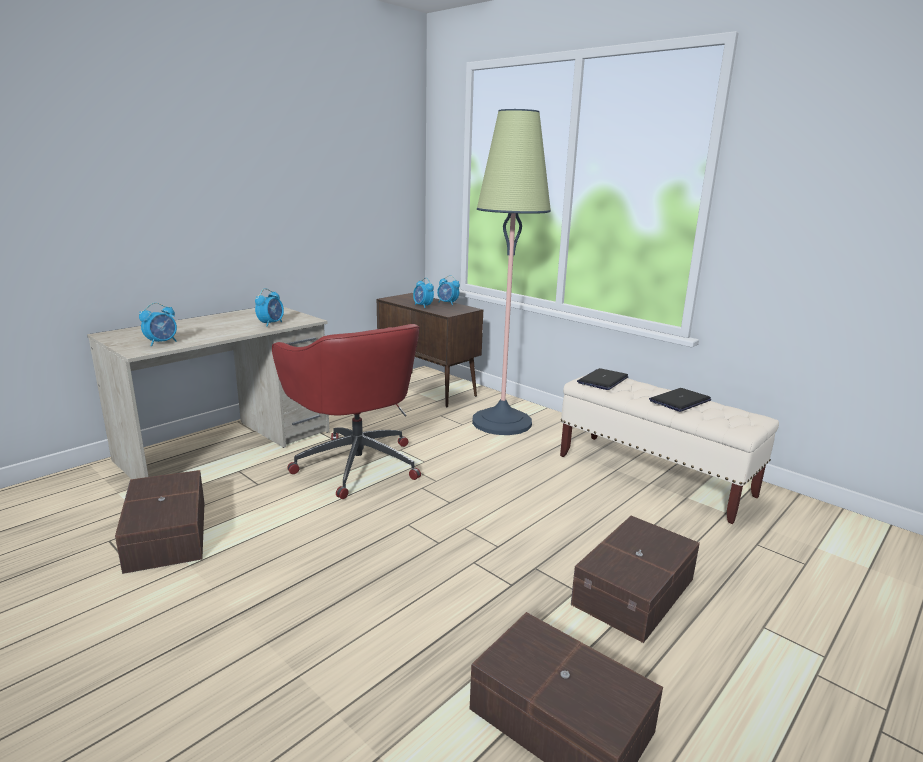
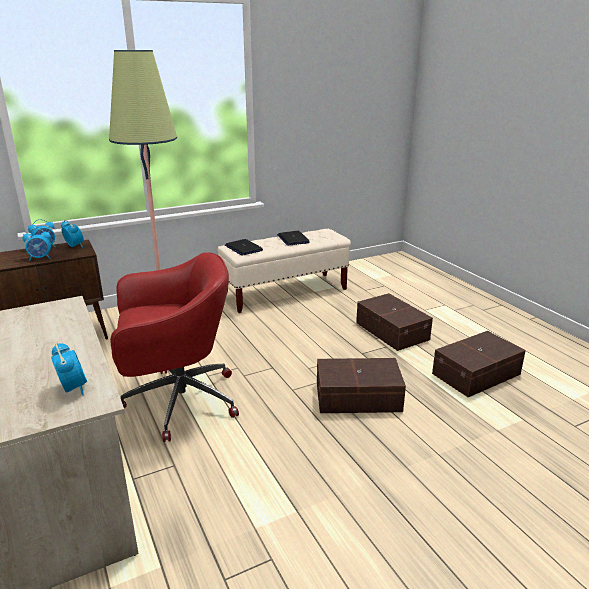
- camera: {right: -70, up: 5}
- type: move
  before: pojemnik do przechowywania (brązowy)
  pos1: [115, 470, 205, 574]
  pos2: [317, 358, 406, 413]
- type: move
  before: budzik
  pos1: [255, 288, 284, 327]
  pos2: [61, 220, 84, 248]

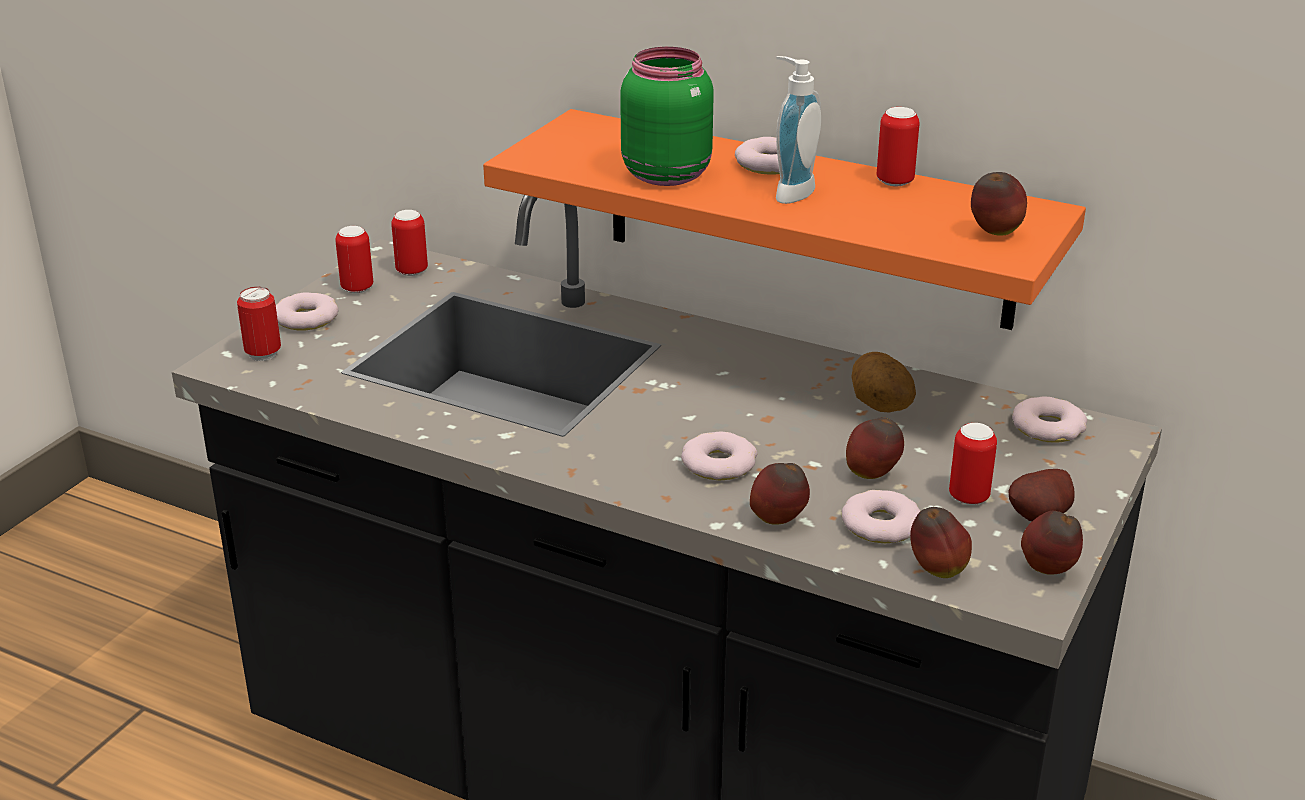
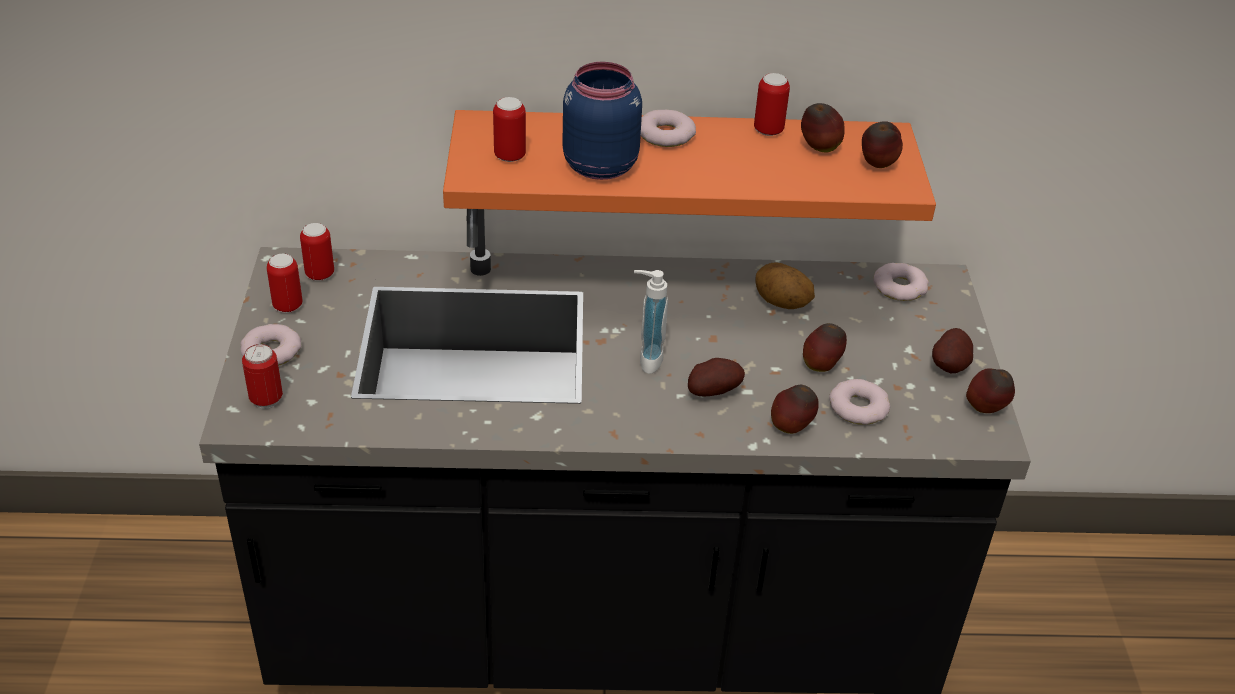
- camera: {right: -30, up: 10}
- type: move
  before: dozownik mydła
  pos1: [776, 56, 821, 204]
  pos2: [634, 270, 668, 374]
- type: move
  before: jabłko
  pos1: [910, 507, 972, 578]
  pos2: [801, 103, 845, 153]
- type: move
  before: puszka
  pos1: [949, 423, 997, 505]
  pos2: [493, 97, 526, 162]
- type: replace
  before: donut
  after: ziemniak
  pos1: [681, 432, 757, 480]
  pos2: [688, 358, 745, 397]
- type: recolor
  before: słoik (zielony)
  after: słoik (niebieski)
  pos1: [620, 47, 714, 186]
  pos2: [562, 62, 642, 180]

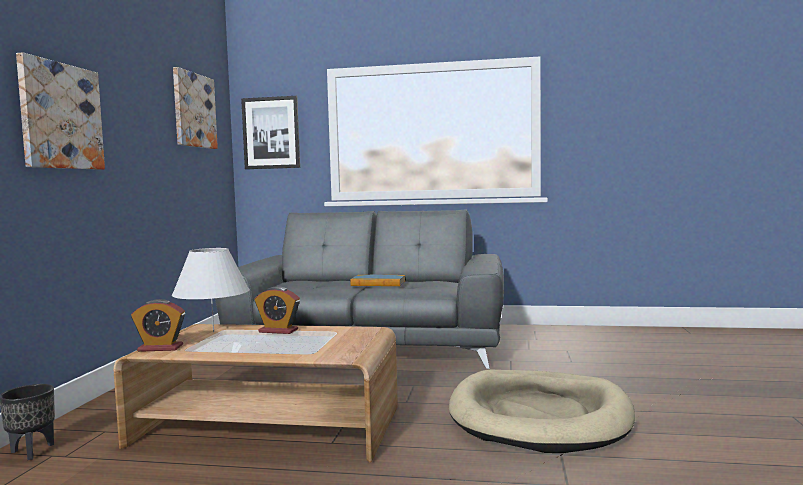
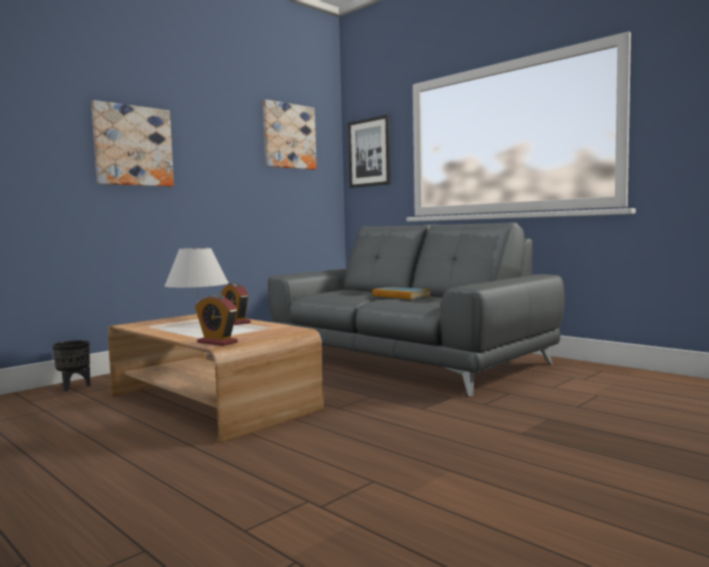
- camera: {right: 35, up: 0}
- type: delete
  before: legowisko (beżowy)
  pos1: [449, 370, 635, 453]
- type: move
  before: budzik
  pos1: [131, 299, 185, 352]
  pos2: [195, 294, 238, 346]

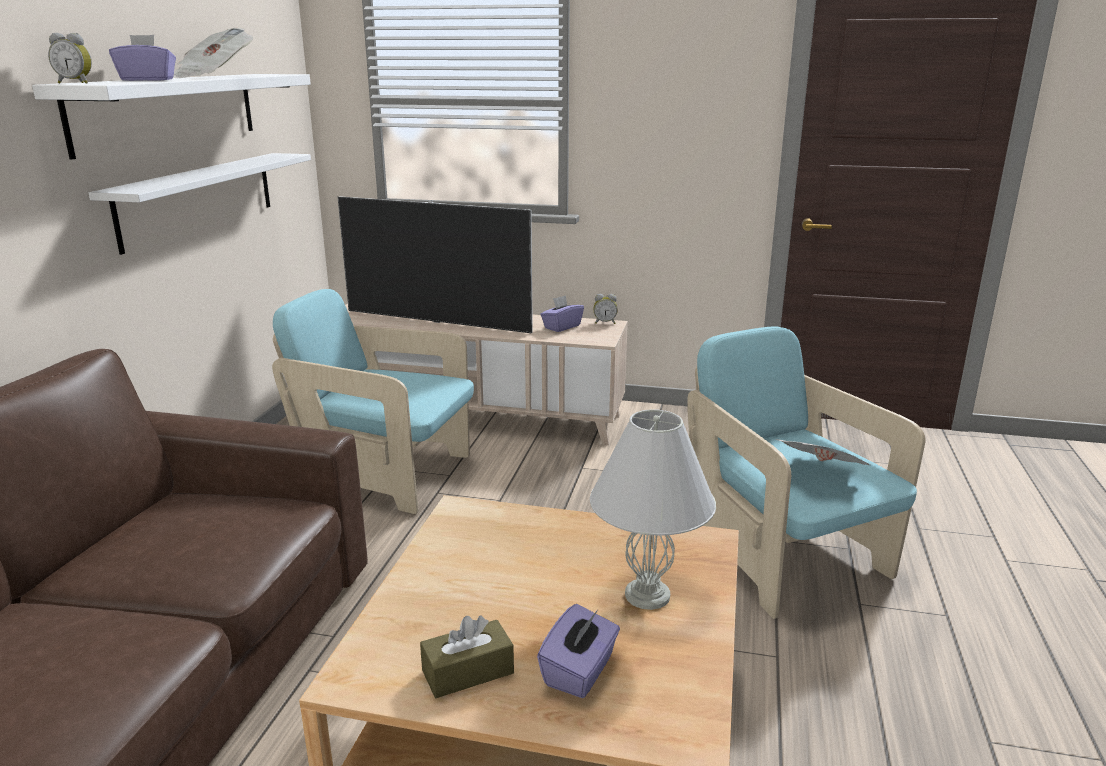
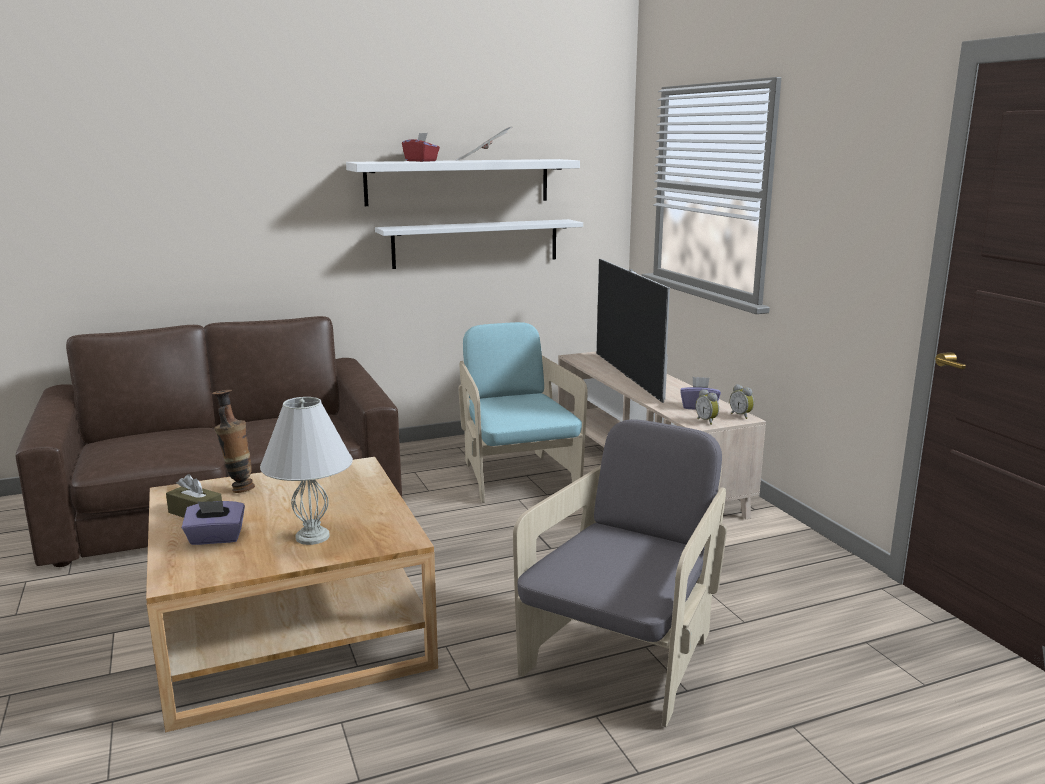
- camera: {right: 55, up: -5}
- type: delete
  before: gazeta
  pos1: [776, 439, 871, 466]
- type: insert
  after: wazon
  pos2: [212, 390, 255, 493]
- type: move
  before: budzik
  pos1: [48, 33, 92, 84]
  pos2: [696, 389, 719, 425]
- type: recolor
  before: pudełko chusteczek (fioletowy)
  after: pudełko chusteczek (czerwony)
  pos1: [109, 35, 176, 81]
  pos2: [402, 133, 440, 162]
- type: recolor
  before: fotel (turkusowy)
  after: fotel (szary)
  pos1: [687, 327, 925, 619]
  pos2: [513, 419, 727, 727]

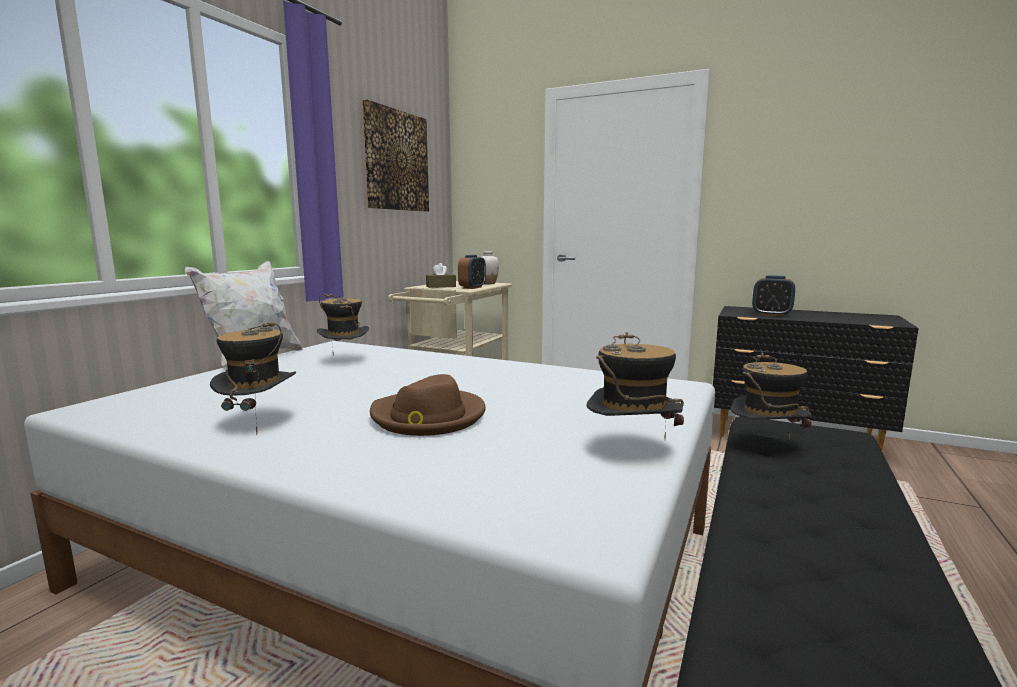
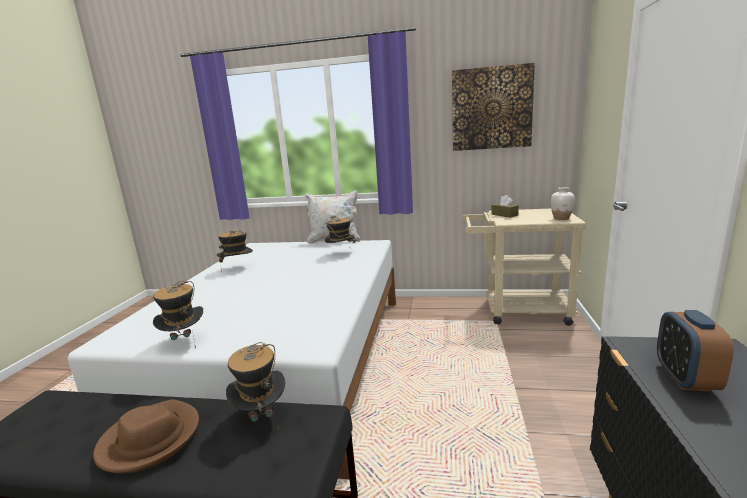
- camera: {right: 75, up: 5}
- type: delete
  before: budzik
  pos1: [458, 255, 486, 289]
- type: move
  before: kapelusz (brązowy)
  pos1: [370, 374, 486, 436]
  pos2: [93, 399, 199, 473]

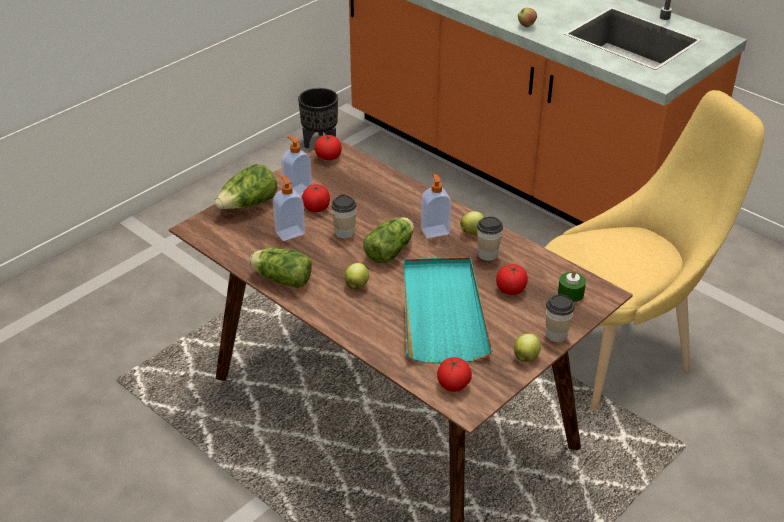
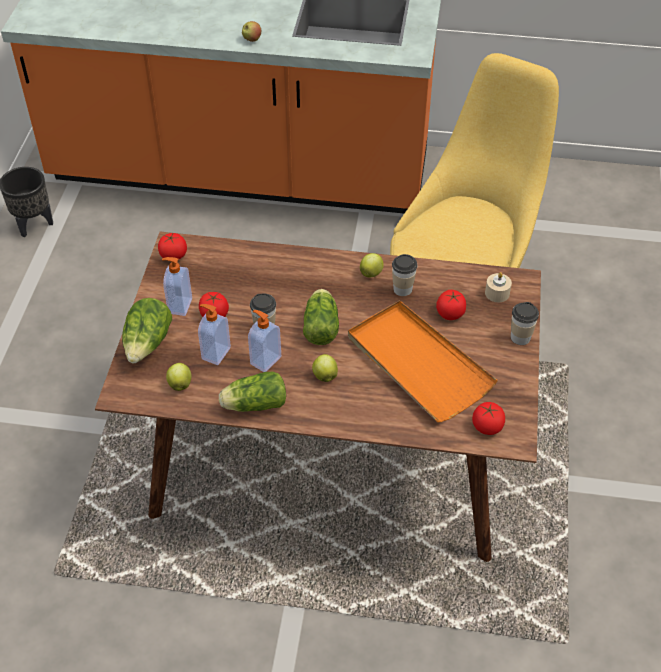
- camera: {right: -35, up: 10}
- type: move
  before: dozownik mydła
  pos1: [421, 174, 451, 238]
  pos2: [248, 310, 281, 372]
- type: move
  before: jabłko
  pos1: [514, 334, 541, 362]
  pos2: [166, 363, 191, 391]
- type: recolor
  before: taca (turkusowy)
  after: taca (pomarańczowy)
  pos1: [404, 257, 493, 363]
  pos2: [348, 300, 498, 422]
- type: recolor
  before: świeca (zielony)
  after: świeca (beżowy)
  pos1: [558, 269, 586, 302]
  pos2: [485, 272, 512, 302]

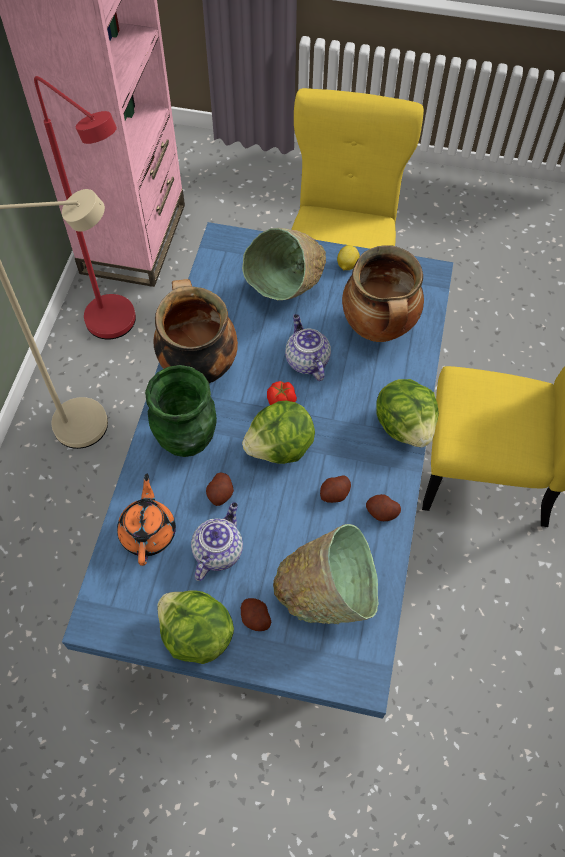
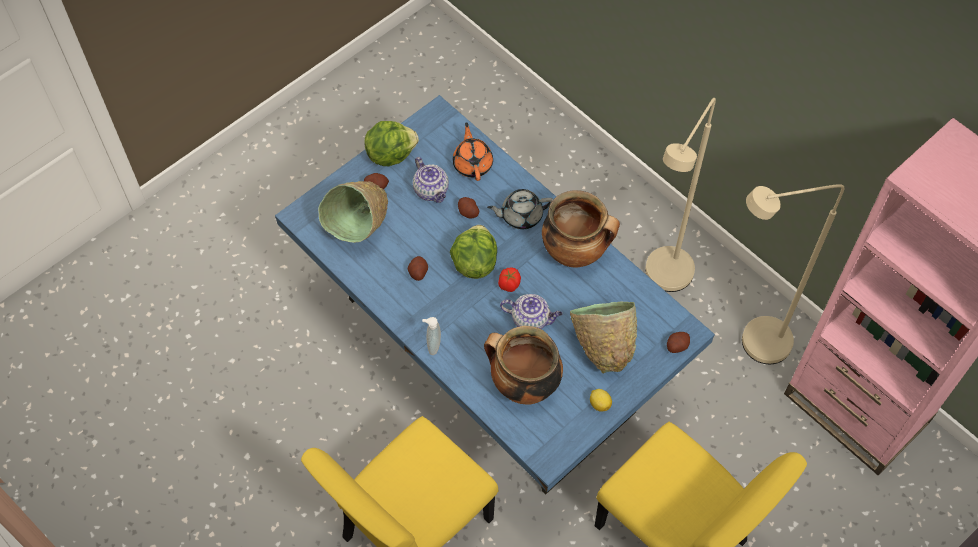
- camera: {right: 125, up: 0}
- type: move
  before: ziemniak
  pos1: [366, 494, 401, 521]
  pos2: [667, 332, 690, 353]
- type: replace
  before: wazon (zielony)
  after: imbryk (szary)
  pos1: [145, 365, 217, 457]
  pos2: [487, 189, 553, 229]
- type: replace
  before: sałata
  after: dozownik mydła
  pos1: [376, 379, 439, 447]
  pos2: [422, 317, 441, 355]
- type: recolor
  before: lampa stojąca (czerwony)
  after: lampa stojąca (beżowy)
  pos1: [34, 76, 136, 340]
  pos2: [742, 184, 844, 364]
- type: rotate
  before: imbryk (pomarańczowy)
  pos1: [117, 474, 176, 566]
  pos2: [453, 122, 493, 181]
  turn: -135

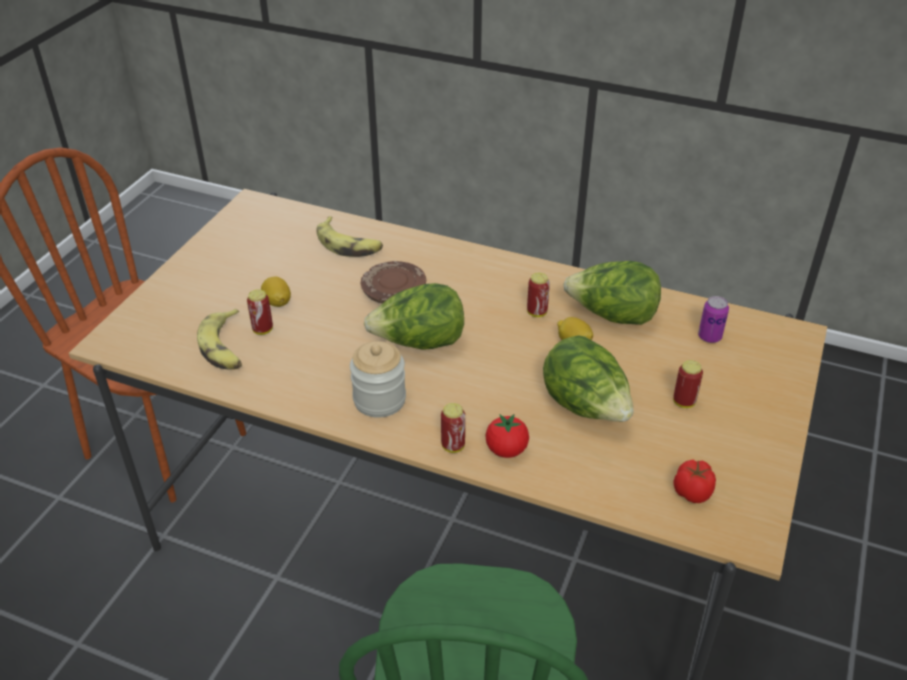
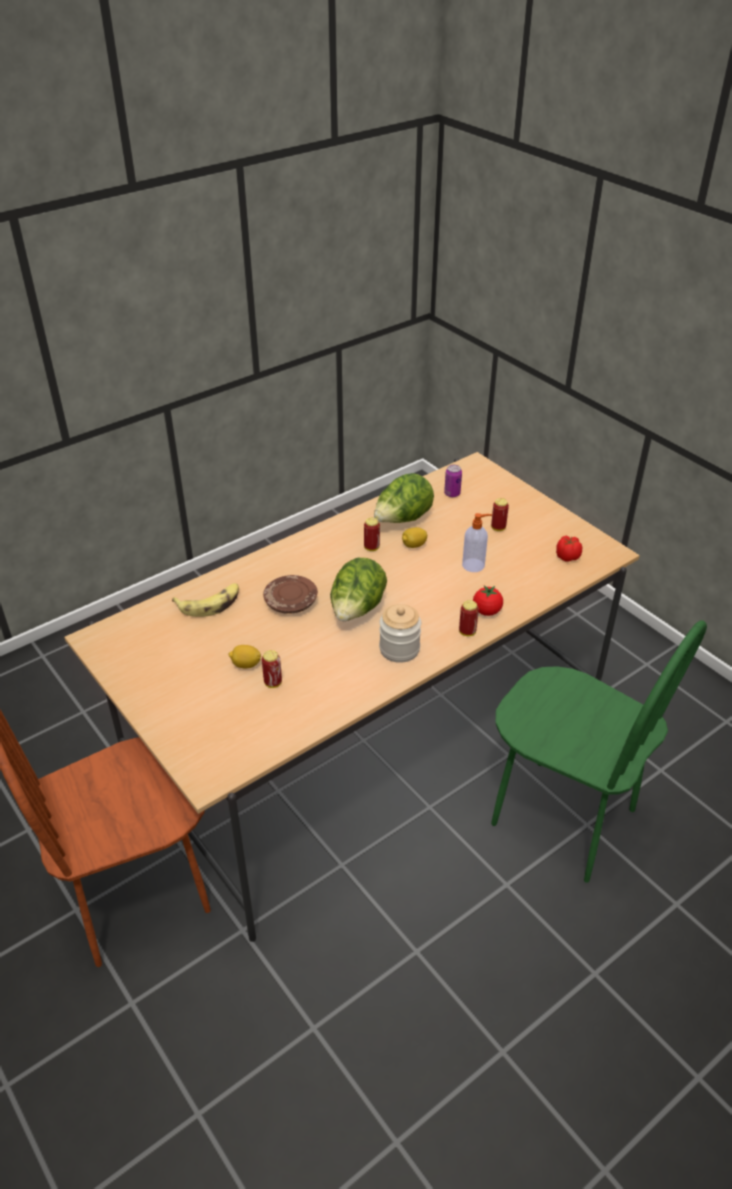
- camera: {right: -60, up: 0}
- type: delete
  before: banan
  pos1: [197, 309, 242, 370]
- type: replace
  before: sałata
  after: dozownik mydła
  pos1: [543, 336, 633, 422]
  pos2: [462, 513, 492, 572]

